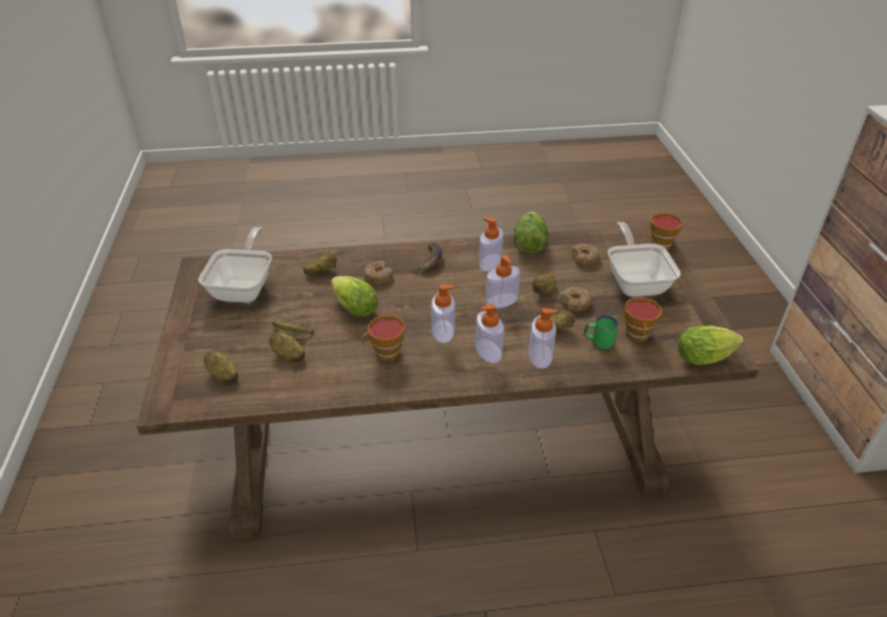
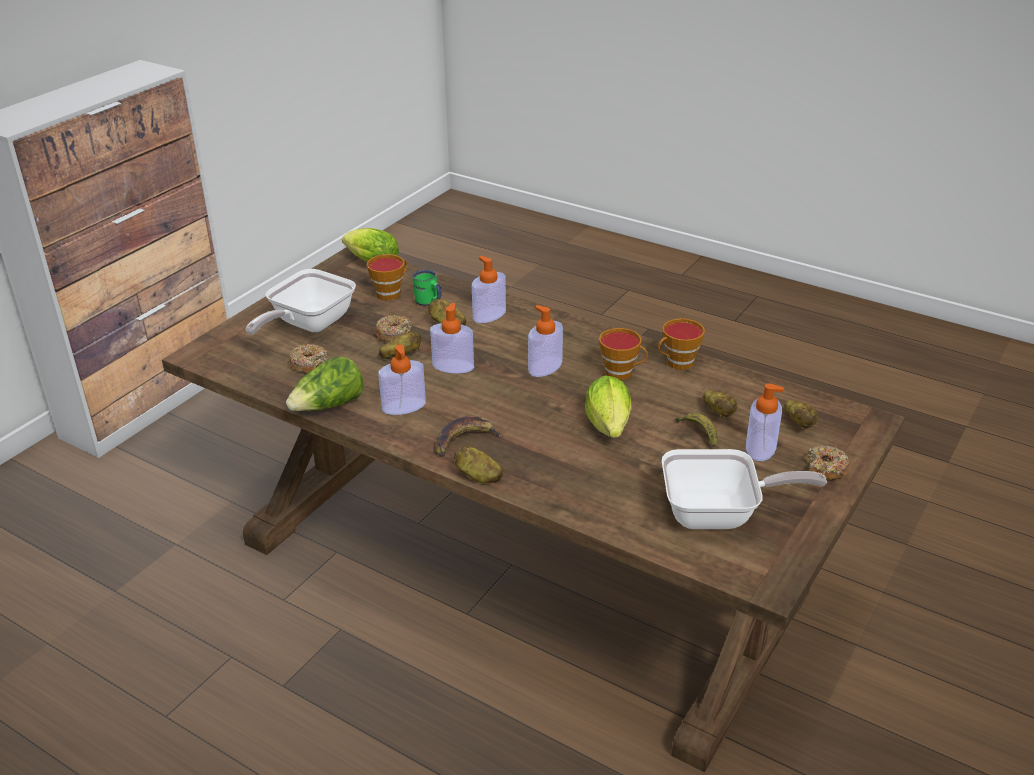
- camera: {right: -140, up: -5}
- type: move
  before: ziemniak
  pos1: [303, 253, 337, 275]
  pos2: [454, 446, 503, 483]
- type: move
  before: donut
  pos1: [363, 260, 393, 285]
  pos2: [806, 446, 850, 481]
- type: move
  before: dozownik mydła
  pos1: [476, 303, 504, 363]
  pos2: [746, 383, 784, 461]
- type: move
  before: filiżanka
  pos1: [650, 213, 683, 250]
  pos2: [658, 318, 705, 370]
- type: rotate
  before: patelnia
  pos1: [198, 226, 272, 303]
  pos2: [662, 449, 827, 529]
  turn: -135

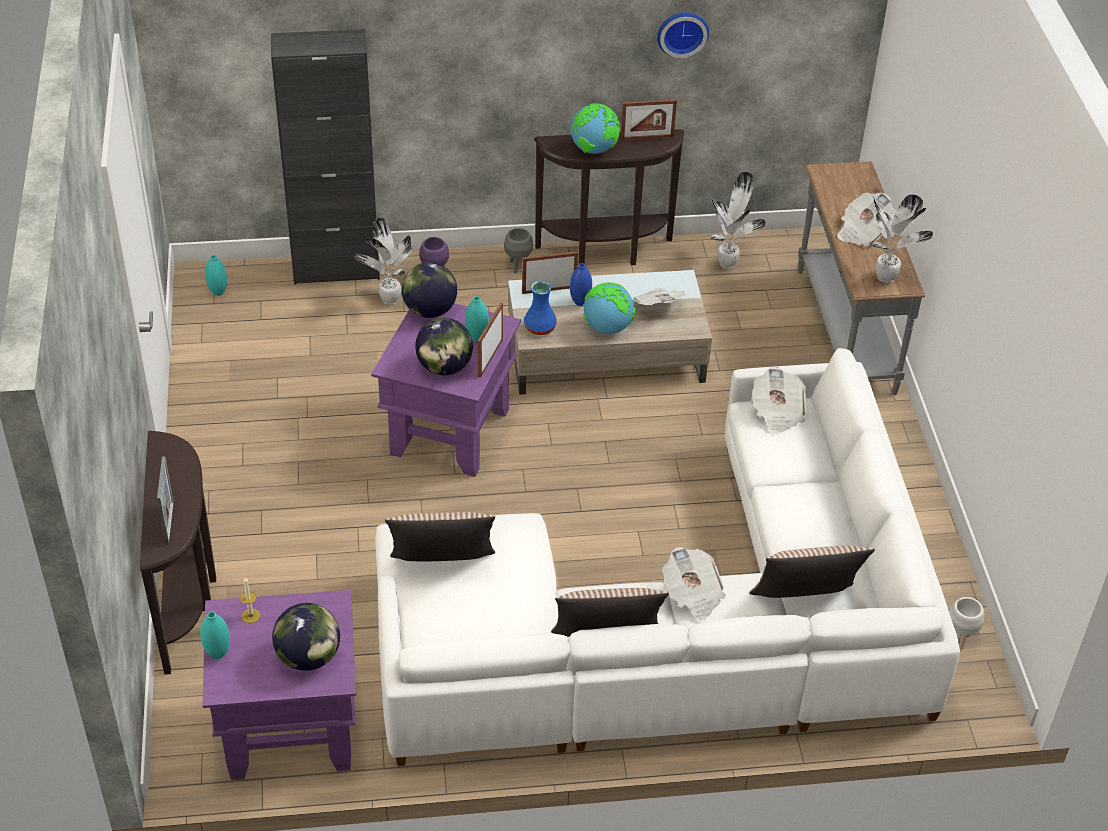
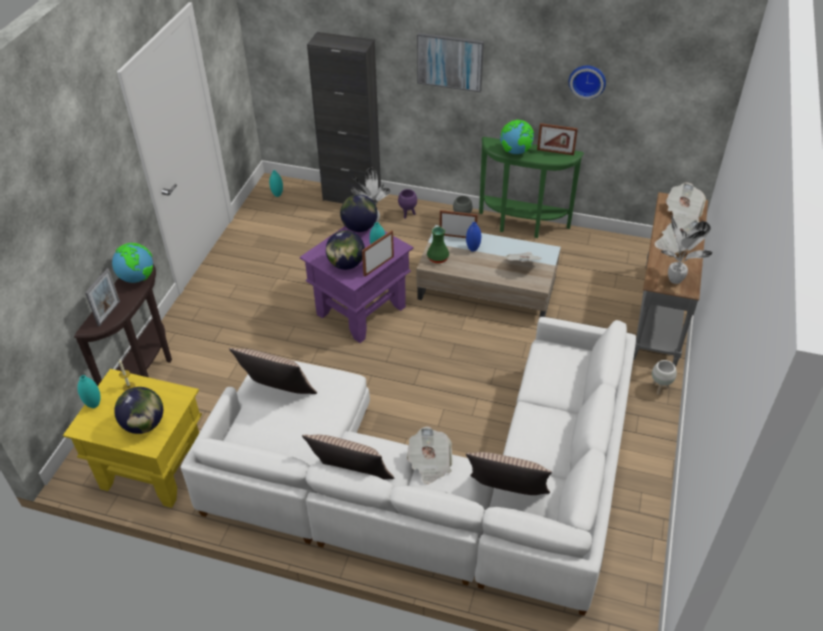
- camera: {right: 25, up: 0}
- type: delete
  before: roślina doniczkowa
  pos1: [711, 172, 766, 269]
- type: insert
  after: obraz
  pos2: [417, 33, 484, 92]
- type: move
  before: globus
  pos1: [583, 282, 635, 334]
  pos2: [112, 243, 153, 283]
- type: move
  before: gazeta
  pos1: [751, 367, 806, 434]
  pos2: [666, 183, 706, 221]
- type: move
  before: donica (biały)
  pos1: [949, 597, 985, 650]
  pos2: [652, 360, 677, 395]
- type: recolor
  before: stolik (fioletowy)
  after: stolik (żółty)
  pos1: [203, 590, 356, 780]
  pos2: [63, 369, 202, 508]
- type: recolor
  before: wazon (niebieski)
  after: wazon (zielony)
  pos1: [524, 281, 557, 335]
  pos2: [427, 226, 449, 263]
- type: recolor
  before: stolik konsolowy (brązowy)
  after: stolik konsolowy (zielony)
  pos1: [534, 129, 684, 265]
  pos2: [479, 137, 584, 238]

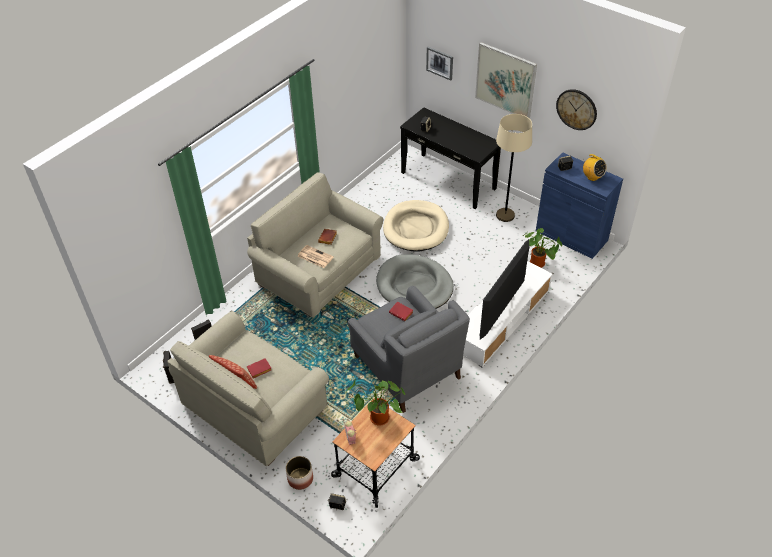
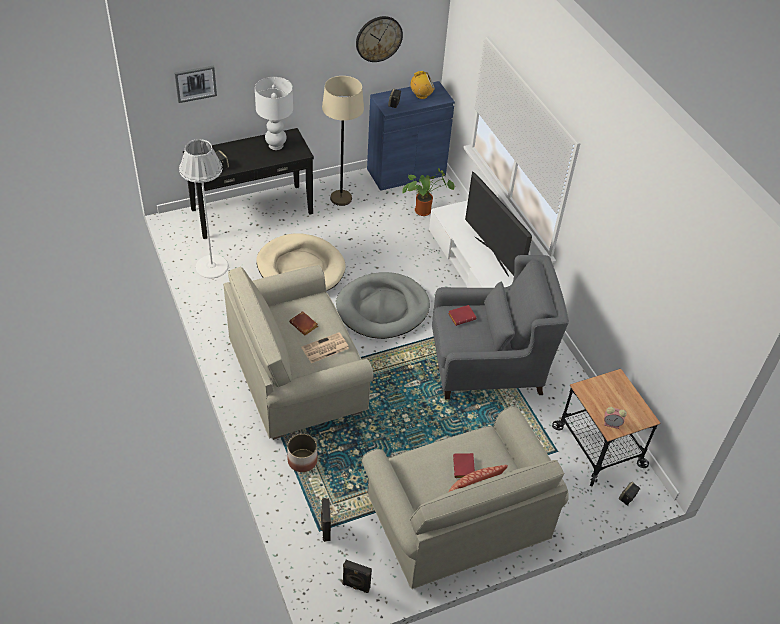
- camera: {right: -65, up: 0}
- type: delete
  before: roślina doniczkowa
  pos1: [346, 379, 405, 426]
- type: delete
  before: obraz
  pos1: [475, 42, 537, 119]
- type: insert
  after: lampa stojąca (biały)
  pos2: [179, 139, 229, 278]
- type: insert
  after: lampa stołowa (biały)
  pos2: [255, 77, 293, 150]
- type: move
  before: donica
  pos1: [286, 456, 313, 490]
  pos2: [287, 434, 318, 472]

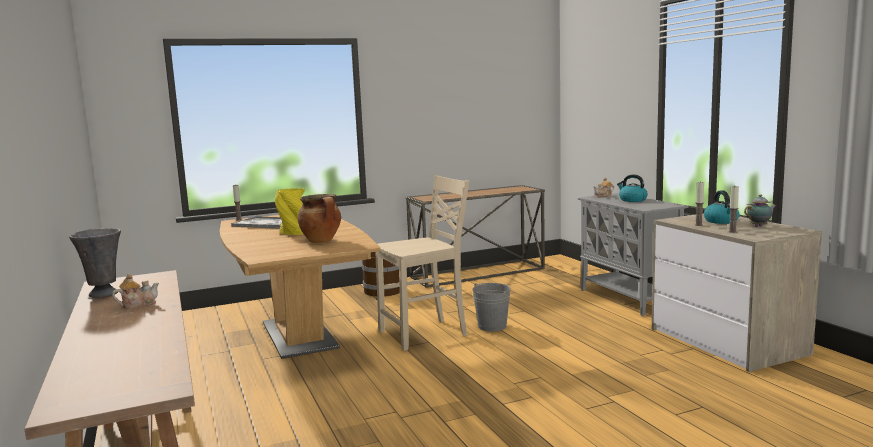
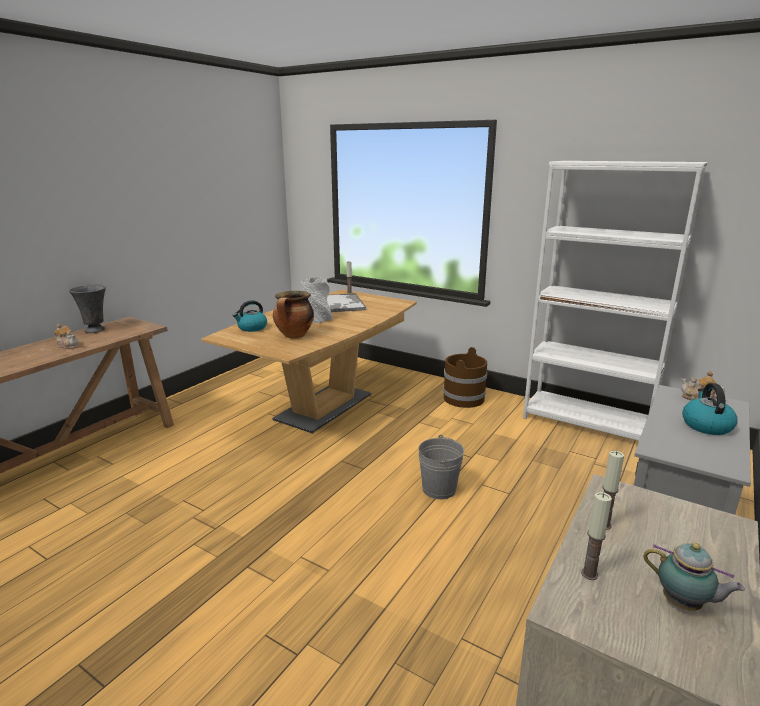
- camera: {right: 55, up: 10}
- type: delete
  before: krzesło (beżowy)
  pos1: [376, 175, 469, 351]
- type: move
  before: czajnik
  pos1: [704, 190, 739, 224]
  pos2: [233, 300, 267, 332]
- type: replace
  before: stolik konsolowy
  after: regał (biały)
  pos1: [406, 185, 545, 288]
  pos2: [523, 161, 707, 441]
- type: recolor
  before: wazon (żółty)
  after: wazon (szary)
  pos1: [275, 188, 305, 235]
  pos2: [301, 278, 333, 324]

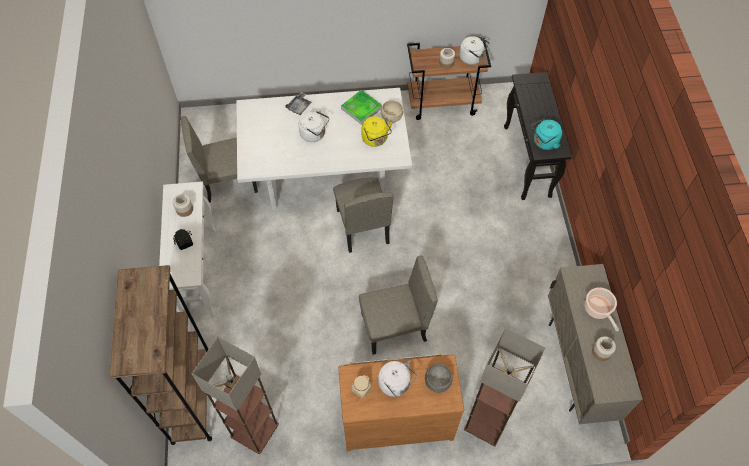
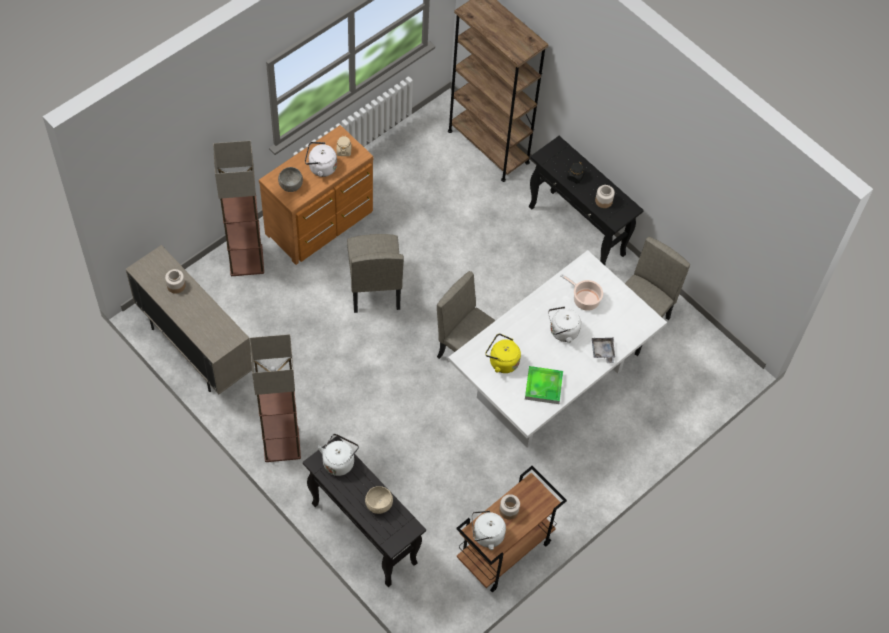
- camera: {right: 140, up: 0}
- type: move
  before: lampa stojąca
  pos1: [191, 337, 279, 454]
  pos2: [250, 334, 301, 462]
- type: move
  before: miska (beżowy)
  pos1: [381, 100, 403, 123]
  pos2: [365, 486, 393, 514]
- type: move
  before: garnek
  pos1: [585, 287, 619, 331]
  pos2: [560, 274, 603, 311]
- type: recolor
  before: stolik konsolowy (biały)
  after: stolik konsolowy (czarny)
  pos1: [159, 181, 216, 317]
  pos2: [529, 136, 644, 265]
- type: recolor
  before: czajnik (turkusowy)
  after: czajnik (biały)
  pos1: [531, 119, 562, 150]
  pos2: [318, 434, 359, 476]
- type: rotate
  before: krzesło (beżowy)
  pos1: [359, 255, 438, 355]
  pos2: [347, 234, 404, 313]
  turn: -45

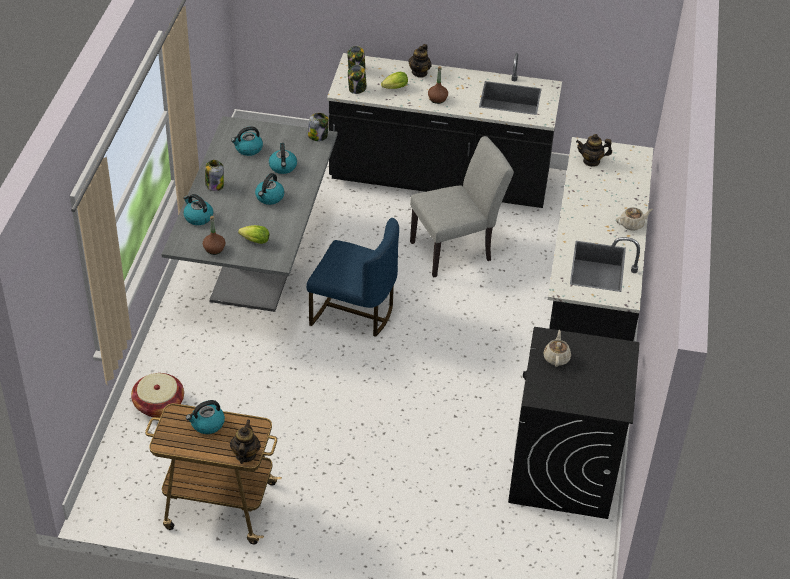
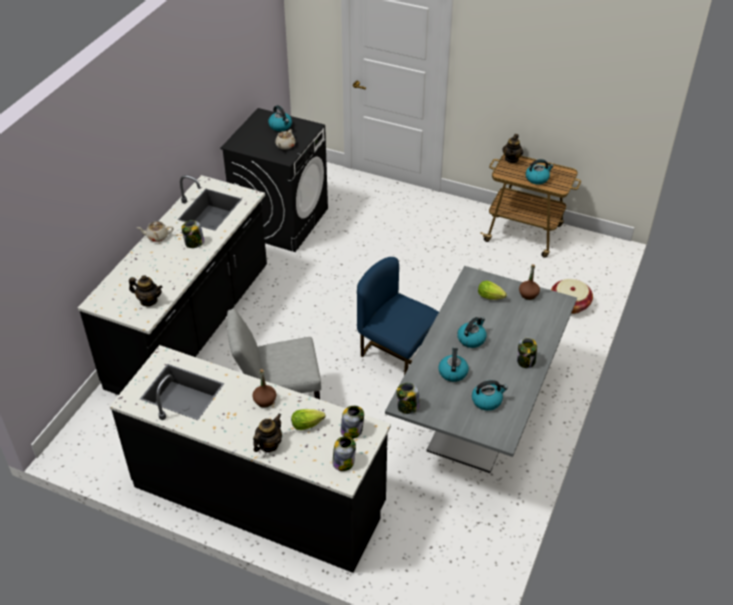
- camera: {right: -165, up: 0}
- type: insert
  after: słoik
  pos2: [181, 220, 204, 248]
- type: move
  before: czajnik
  pos1: [183, 194, 213, 225]
  pos2: [268, 105, 292, 131]

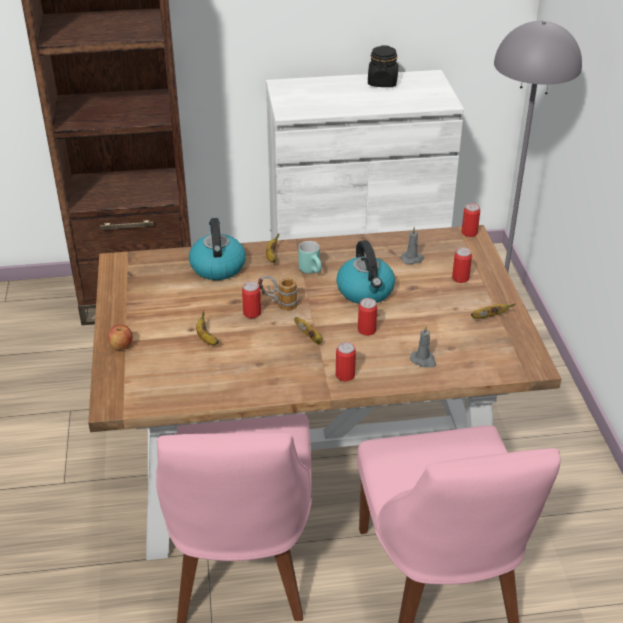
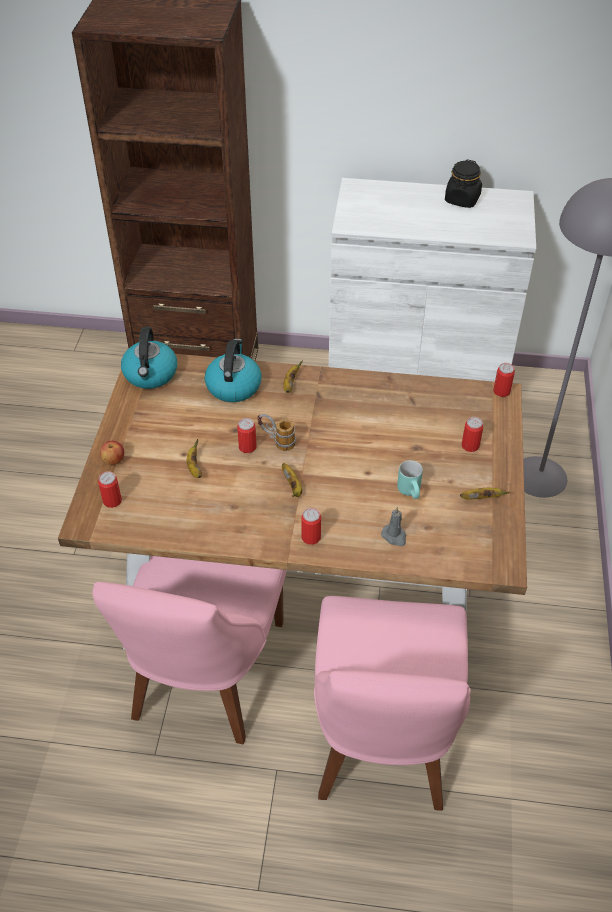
- camera: {right: 15, up: 10}
- type: delete
  before: świeca (szary)
  pos1: [401, 226, 424, 264]
- type: move
  before: kubek (turkusowy)
  pos1: [298, 241, 322, 274]
  pos2: [397, 460, 423, 499]
- type: move
  before: czajnik
  pos1: [336, 240, 395, 304]
  pos2: [121, 327, 177, 389]
- type: move
  before: puszka
  pos1: [358, 298, 377, 336]
  pos2: [98, 471, 122, 508]

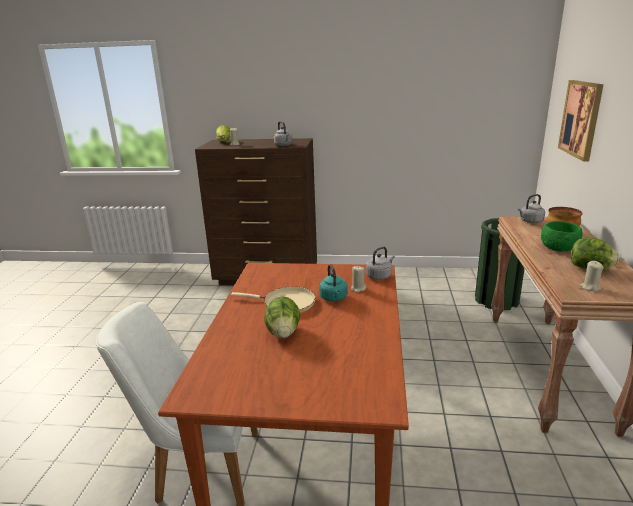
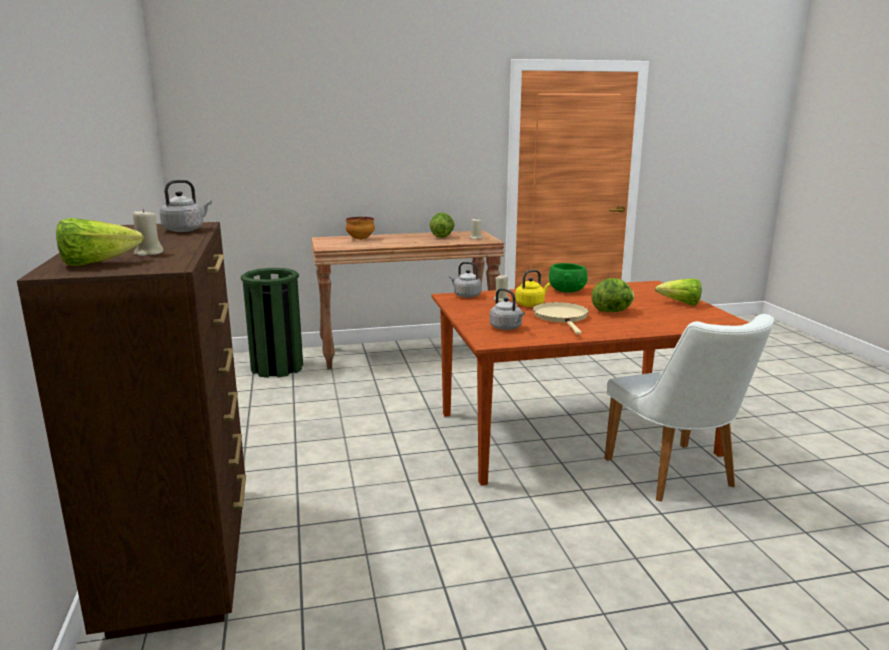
- camera: {right: -110, up: -5}
- type: delete
  before: obraz
  pos1: [558, 80, 604, 162]
- type: insert
  after: sałata
  pos2: [655, 278, 702, 305]
- type: move
  before: czajnik (szary)
  pos1: [518, 194, 545, 223]
  pos2: [490, 288, 525, 330]
- type: move
  before: miska (zielony)
  pos1: [541, 221, 582, 252]
  pos2: [549, 263, 588, 293]
- type: recolor
  before: czajnik (turkusowy)
  after: czajnik (żółty)
  pos1: [319, 264, 348, 302]
  pos2: [515, 270, 550, 307]

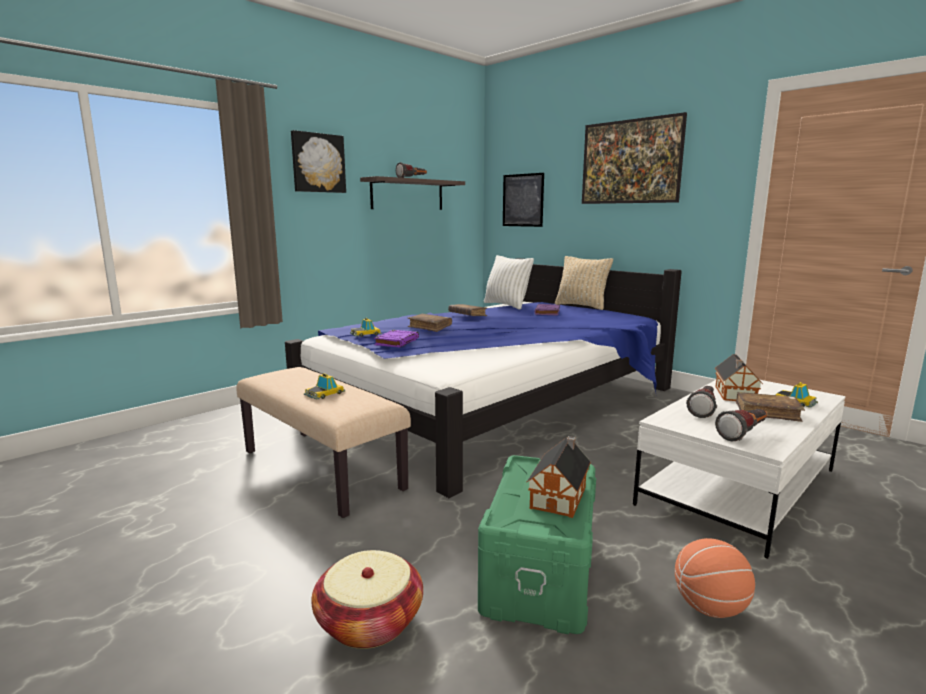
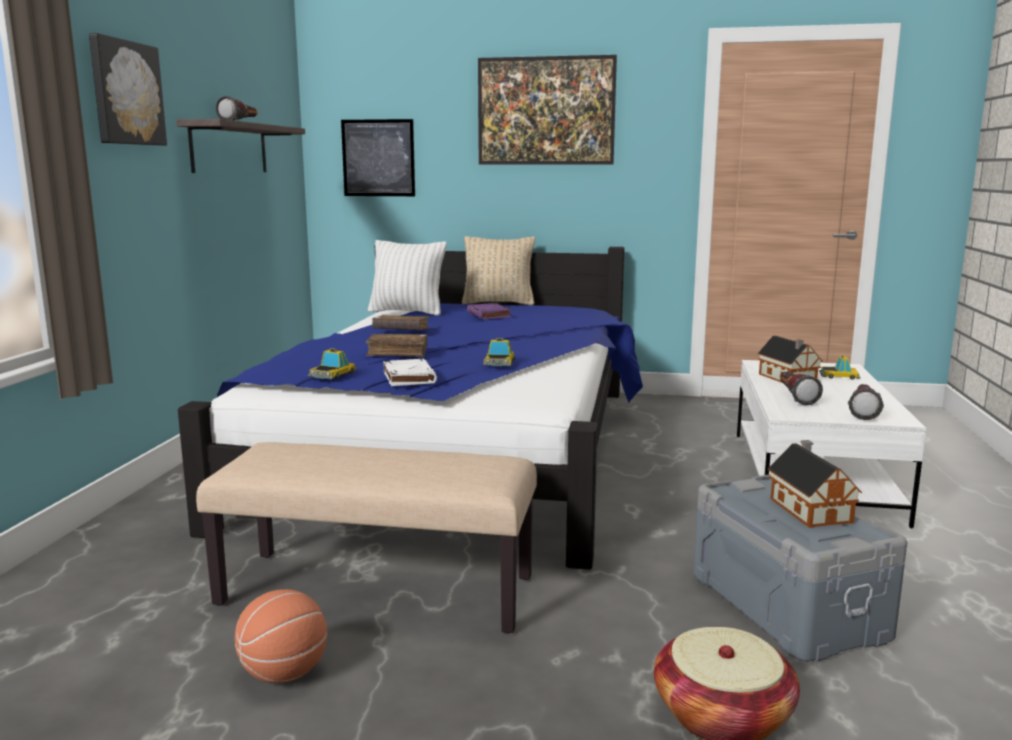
- camera: {right: -35, up: 0}
- type: delete
  before: książka (brązowy)
  pos1: [736, 392, 805, 422]
- type: move
  before: samochodzik
  pos1: [304, 373, 345, 399]
  pos2: [483, 338, 515, 366]
- type: move
  before: piłka do koszykówki
  pos1: [675, 538, 755, 618]
  pos2: [235, 589, 327, 683]
- type: recolor
  before: książka (fioletowy)
  after: książka (biały)
  pos1: [374, 330, 419, 347]
  pos2: [383, 359, 437, 386]
- type: recolor
  before: pojemnik do przechowywania (zielony)
  after: pojemnik do przechowywania (szary)
  pos1: [478, 455, 596, 634]
  pos2: [693, 474, 907, 662]

